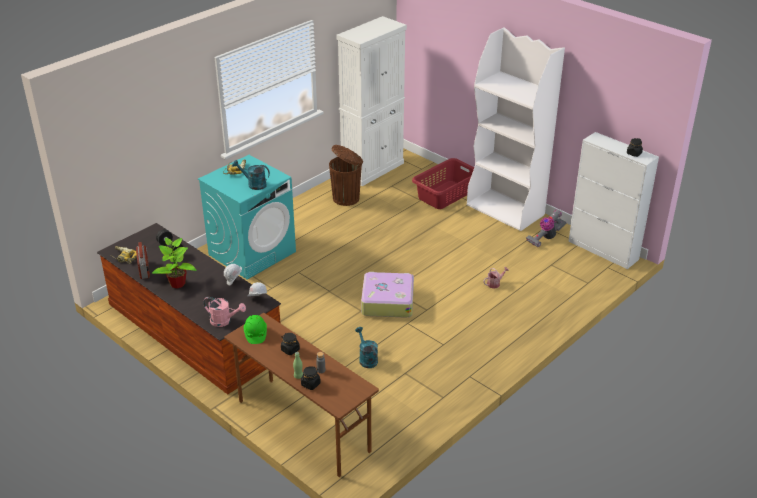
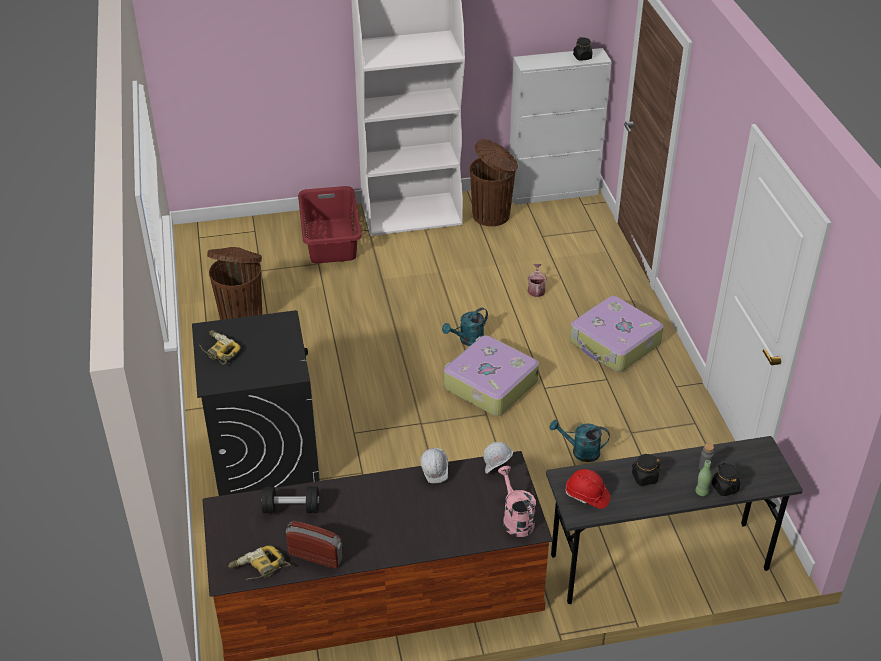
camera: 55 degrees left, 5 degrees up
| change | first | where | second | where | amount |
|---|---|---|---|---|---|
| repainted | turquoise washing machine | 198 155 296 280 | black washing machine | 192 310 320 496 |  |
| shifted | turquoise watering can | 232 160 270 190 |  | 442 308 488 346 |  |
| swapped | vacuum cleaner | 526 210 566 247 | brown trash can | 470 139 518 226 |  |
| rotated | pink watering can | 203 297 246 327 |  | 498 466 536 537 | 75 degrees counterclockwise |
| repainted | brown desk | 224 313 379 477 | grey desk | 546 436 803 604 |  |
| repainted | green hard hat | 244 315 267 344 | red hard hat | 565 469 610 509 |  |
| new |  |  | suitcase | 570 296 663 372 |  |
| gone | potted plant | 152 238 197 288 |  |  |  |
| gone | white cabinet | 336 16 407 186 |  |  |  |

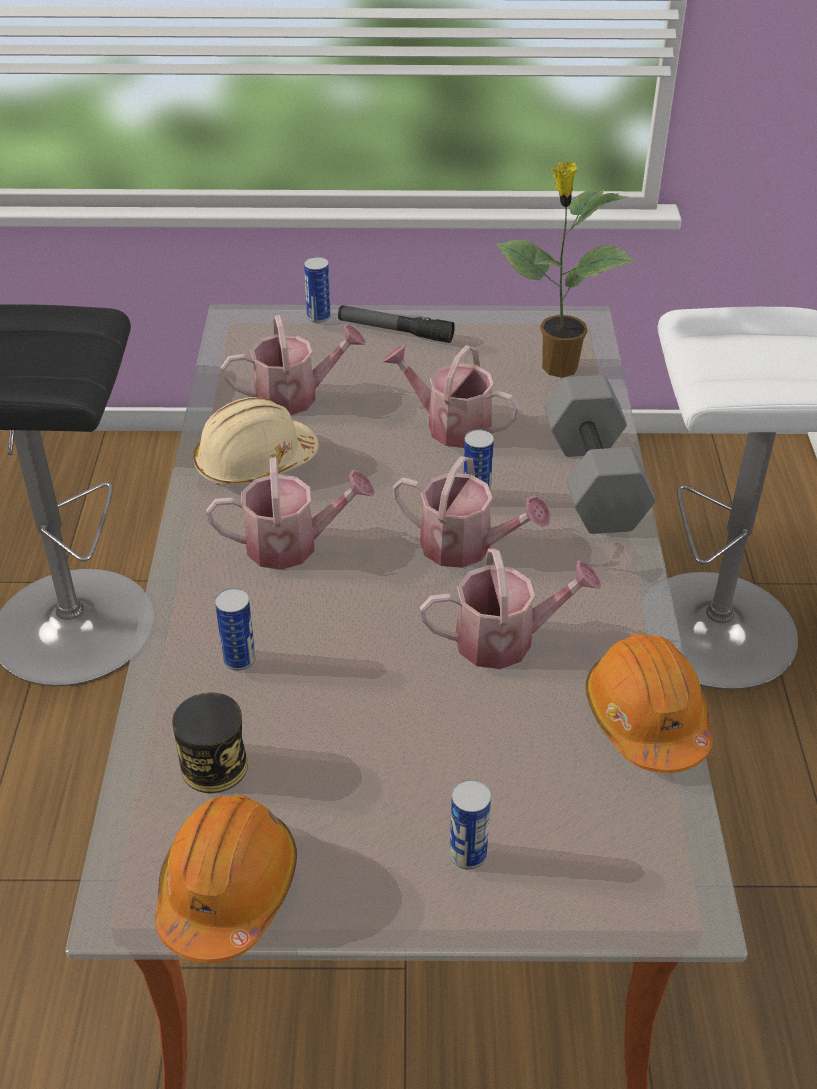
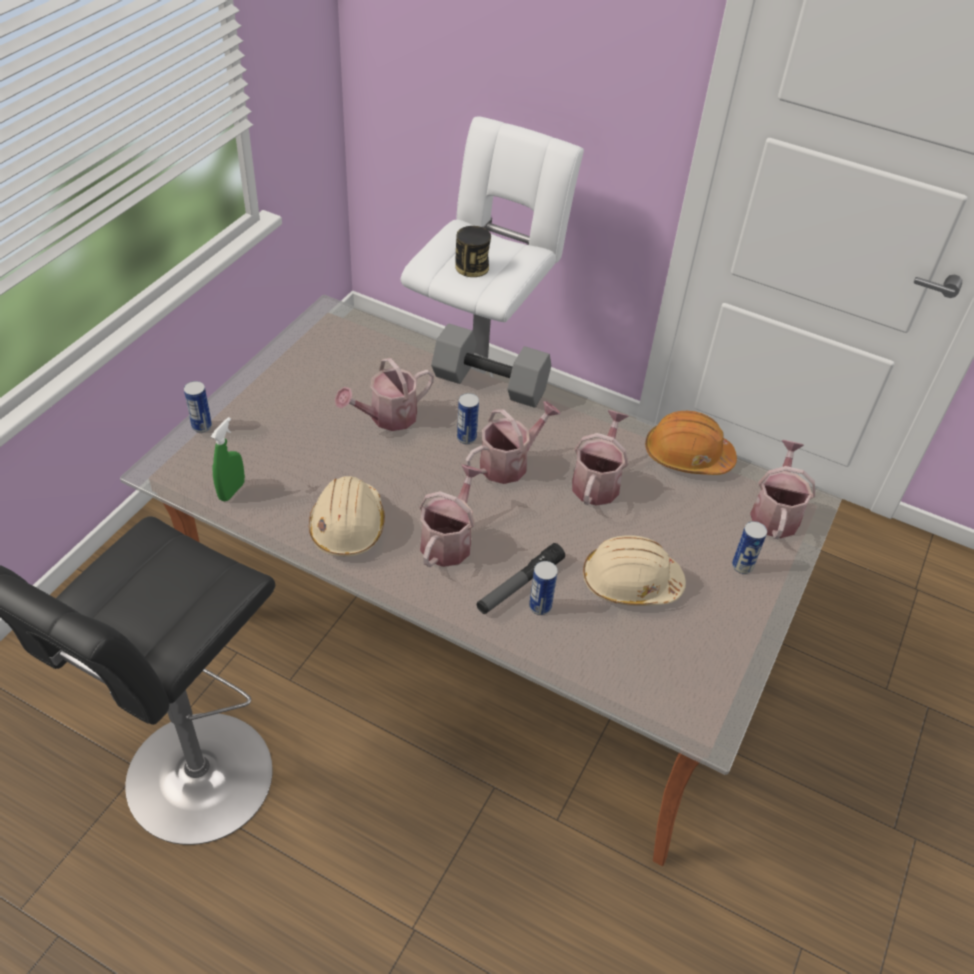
camera: 65 degrees left, 5 degrees up
| change | first | where | second | where | amount |
|---|---|---|---|---|---|
| new |  |  | green spray bottle | 211 417 245 501 |  |
| shifted | can | 172 692 248 793 |  | 455 226 491 277 |  |
| shifted | flashlight | 338 305 455 343 |  | 477 543 565 614 |  |
| new |  |  | beige hard hat | 583 535 686 606 |  |
| shifted | watering can | 221 315 366 415 |  | 750 440 815 539 |  |
| gone | orange hard hat | 155 795 297 963 |  |  |  |
| gone | potted plant | 496 161 636 378 |  |  |  |

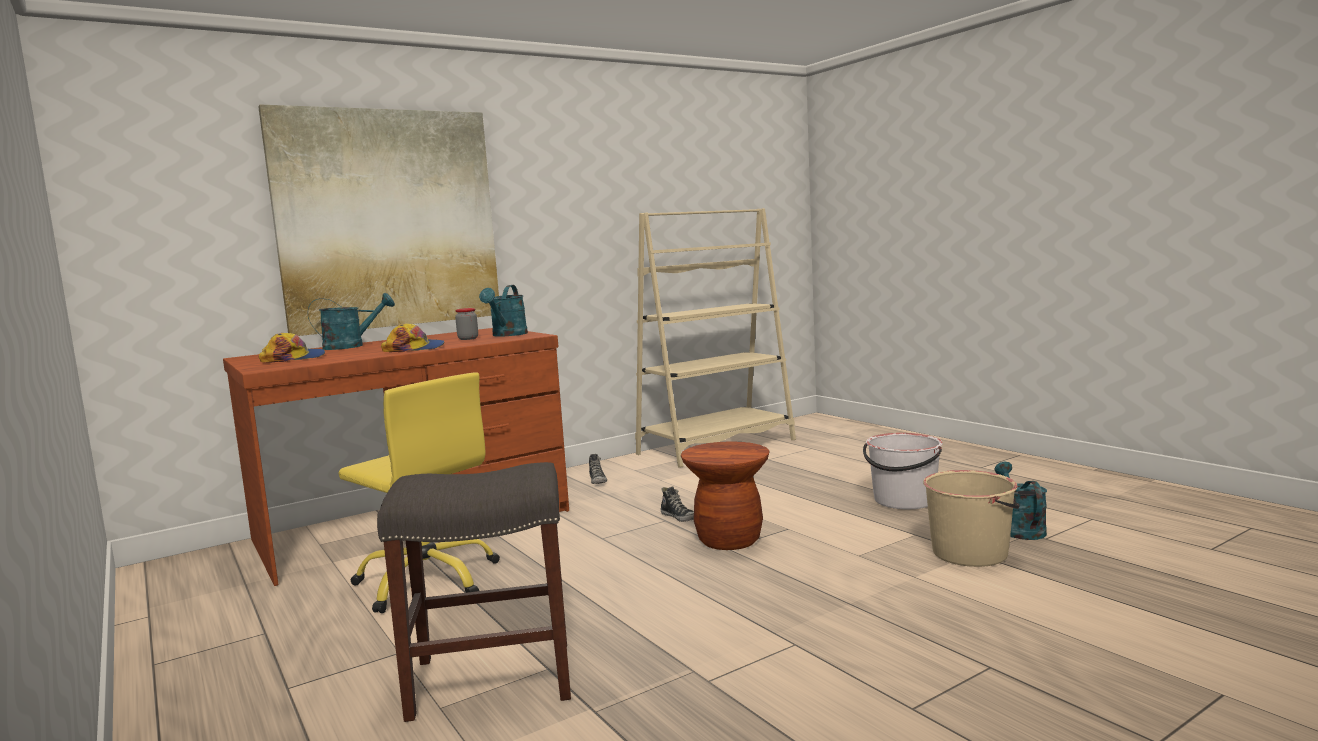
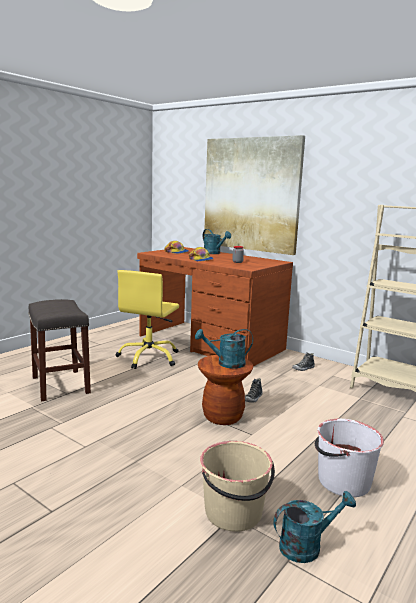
camera: 70 degrees right, 5 degrees up
| change | first | where | second | where | amount |
|---|---|---|---|---|---|
| shifted | turquoise watering can | 479 285 528 337 |  | 195 329 253 368 |  |

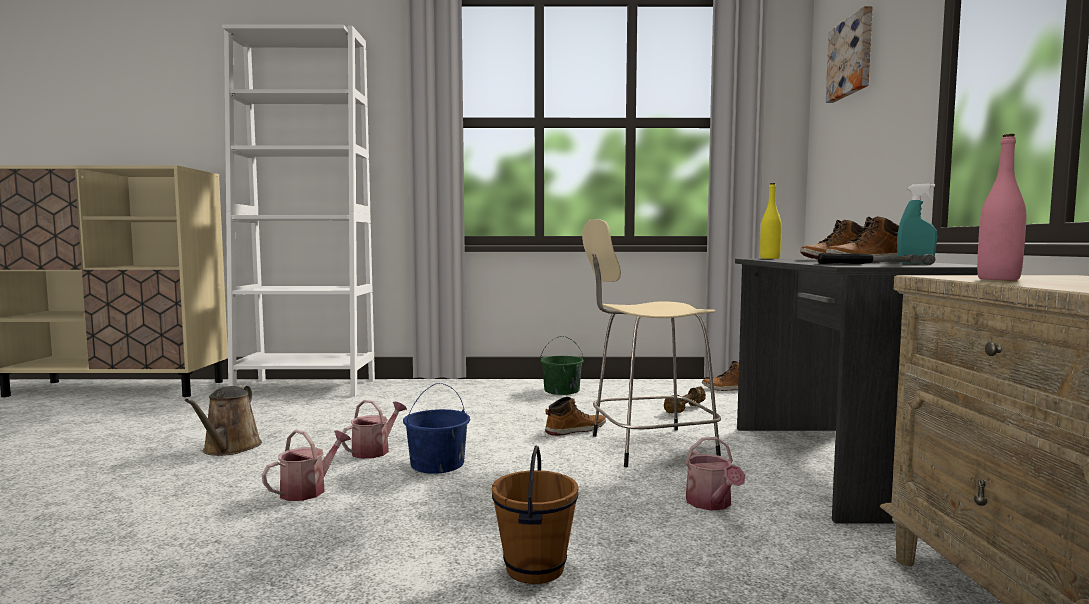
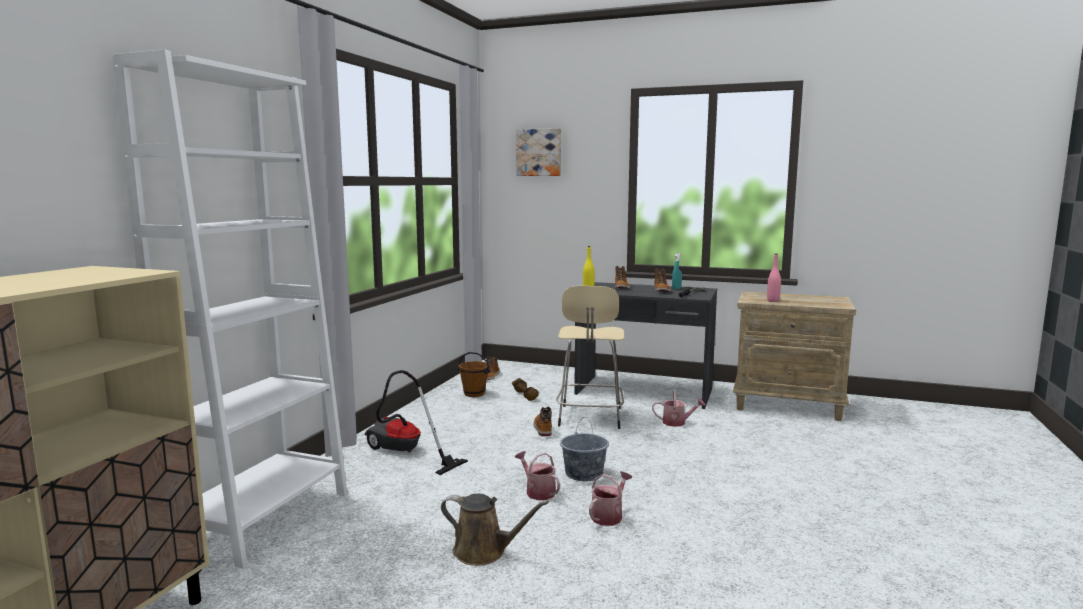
camera: 70 degrees left, 5 degrees up
| change | first | where | second | where | amount |
|---|---|---|---|---|---|
| new |  |  | vacuum cleaner | 365 370 468 475 |  |
| shifted | brown bucket | 492 446 579 584 |  | 458 352 490 397 |  |
| repainted | blue bucket | 403 383 470 474 | grey bucket | 560 417 609 481 |  |
| rotated | watering can | 262 430 351 501 |  | 589 471 632 526 | 75 degrees clockwise |
| gone | green bucket | 540 336 584 395 |  |  |  |

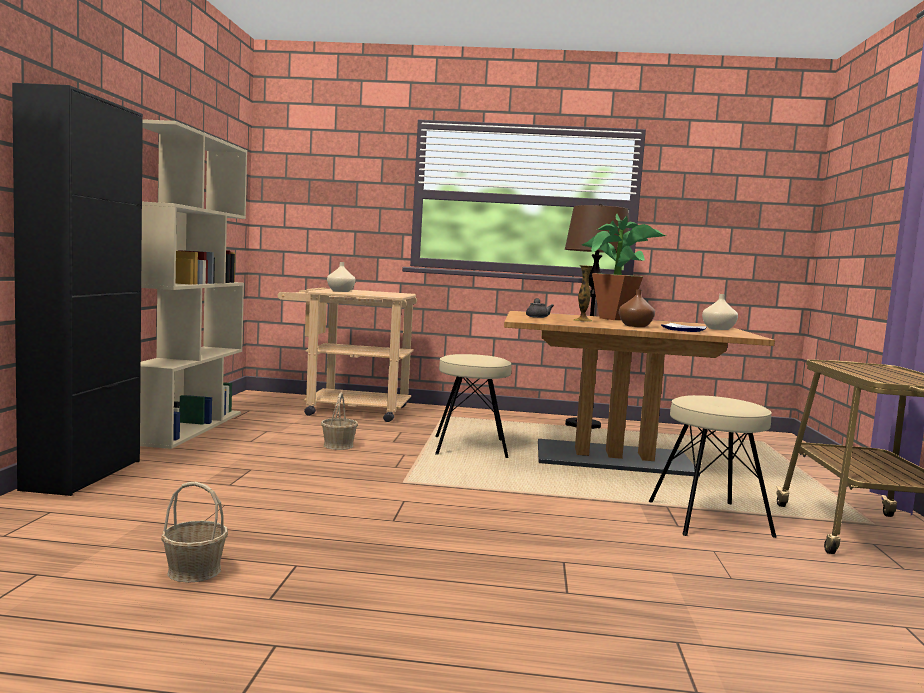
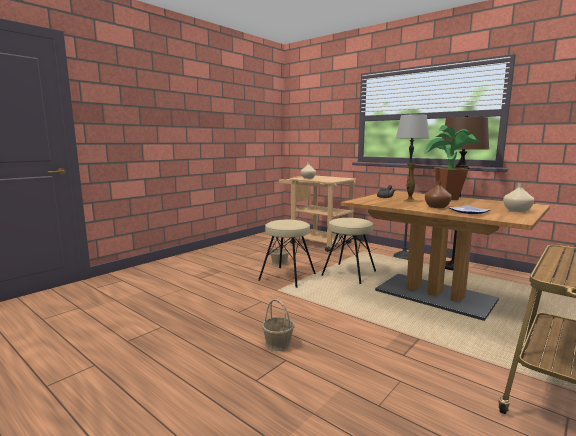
camera: 35 degrees right, 5 degrees up
| change | first | where | second | where | amount |
|---|---|---|---|---|---|
| shifted | beige stool | 649 395 777 538 |  | 258 220 316 288 |  |
| shifted | basket | 161 482 228 583 |  | 262 299 295 351 |  |
| new |  |  | floor lamp | 393 114 429 260 |  |
| gone | black cabinet | 12 83 143 496 |  |  |  |
| gone | beige bookcase | 140 119 247 449 |  |  |  |

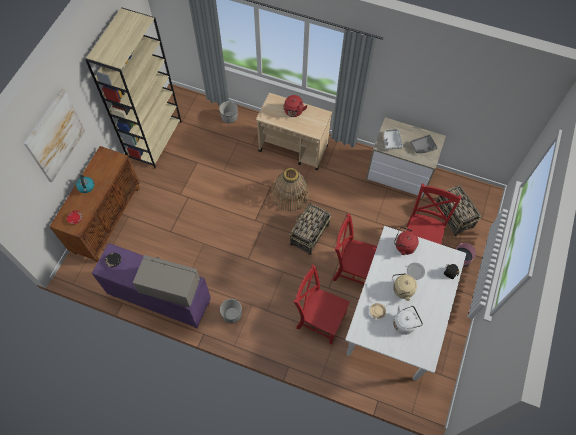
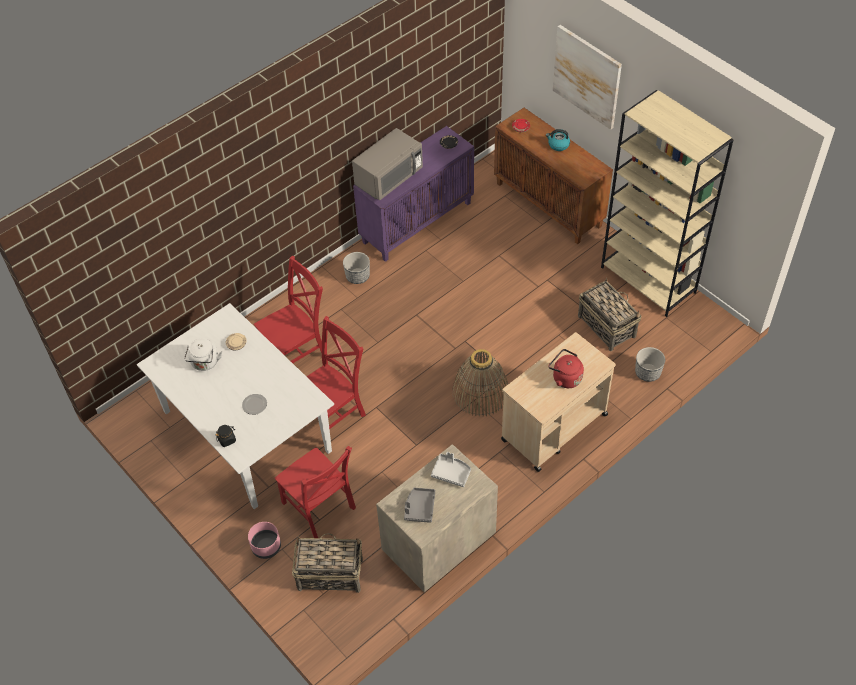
camera: 120 degrees right, 10 degrees down
| change | first | where | second | where | amount |
|---|---|---|---|---|---|
| shifted | basket | 289 202 331 255 |  | 578 278 642 351 |  |
| gone | beige kettle | 393 273 417 301 |  |  |  |
| gone | red kettle | 394 227 419 255 |  |  |  |

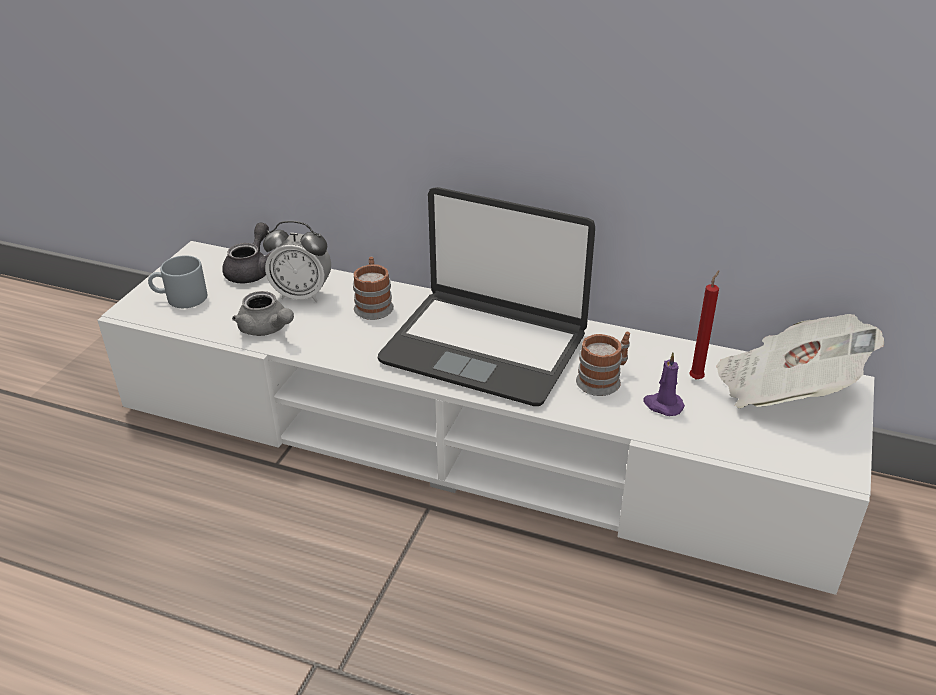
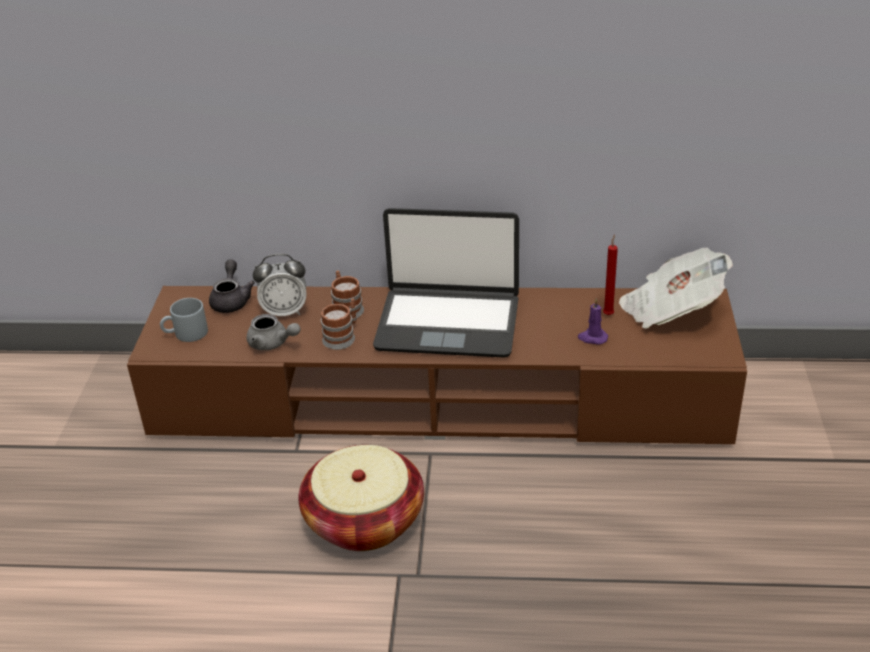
camera: 15 degrees left, 0 degrees up
| change | first | where | second | where | amount |
|---|---|---|---|---|---|
| repainted | white tv stand | 97 241 874 595 | brown tv stand | 127 286 747 444 |  |
| new |  |  | basket | 298 445 424 551 |  |
| shifted | mug | 576 332 630 396 |  | 321 299 357 350 |  |

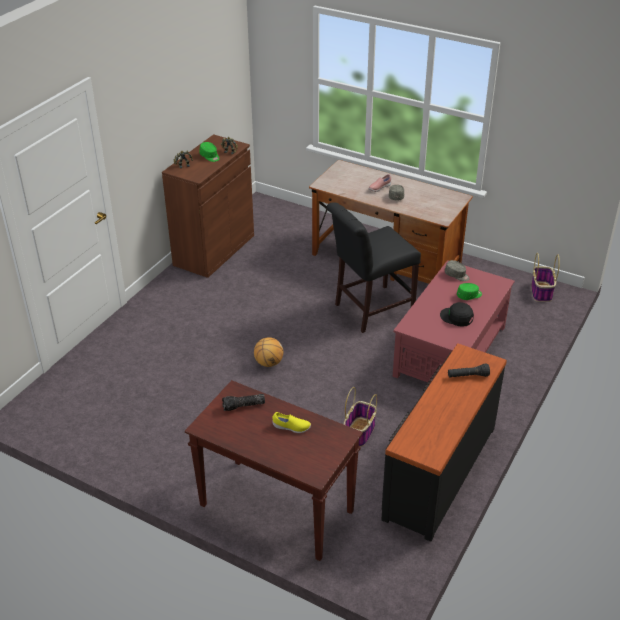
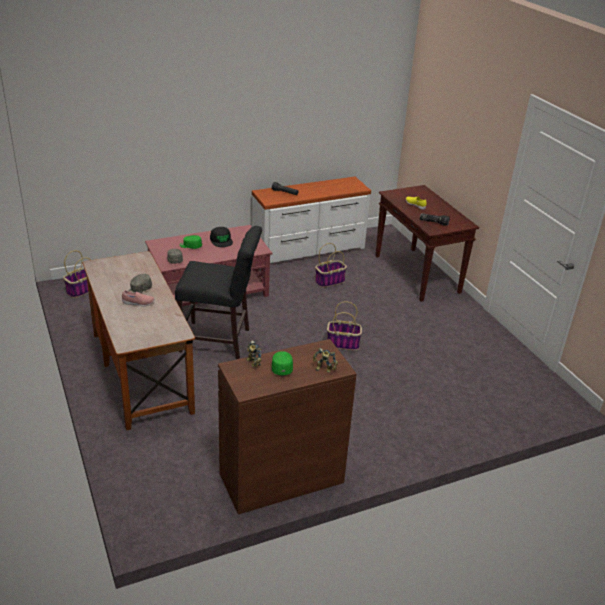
camera: 145 degrees left, 5 degrees down
| change | first | where | second | where | amount |
|---|---|---|---|---|---|
| repainted | black dresser | 381 343 507 542 | white dresser | 252 177 371 263 |  |
| swapped | basketball | 254 337 283 367 | basket | 327 301 362 350 |  |

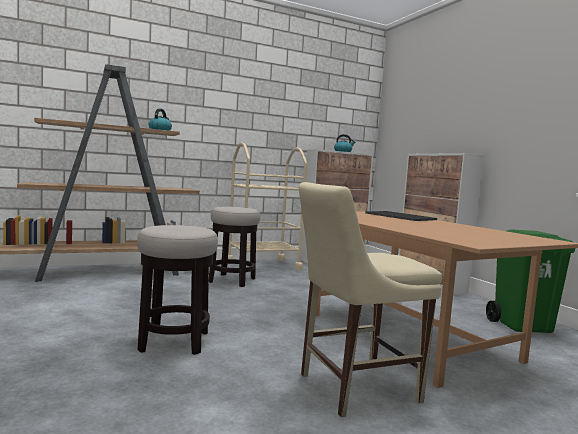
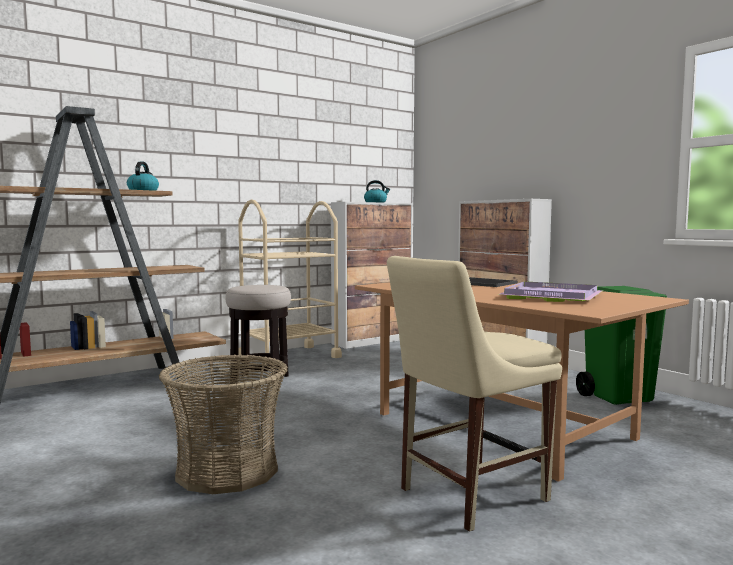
camera: 10 degrees left, 0 degrees up
| change | first | where | second | where | amount |
|---|---|---|---|---|---|
| swapped | stool | 137 225 218 355 | basket | 159 354 288 494 |  |
| new |  |  | purple tray | 497 281 602 302 |  |

